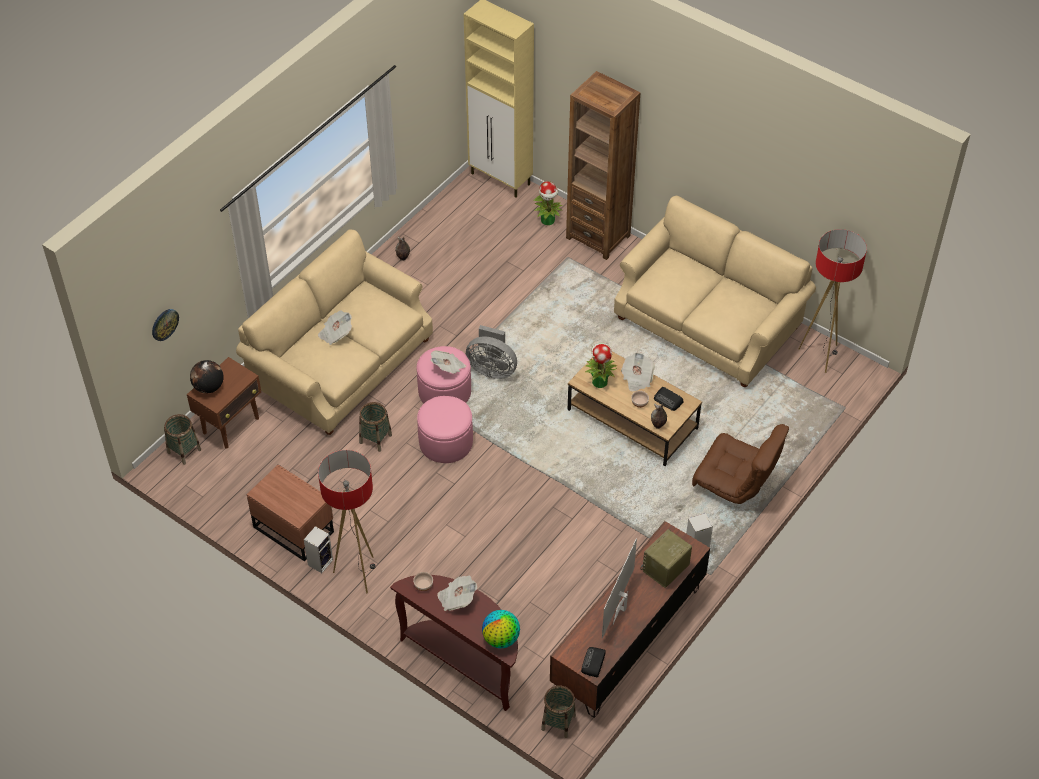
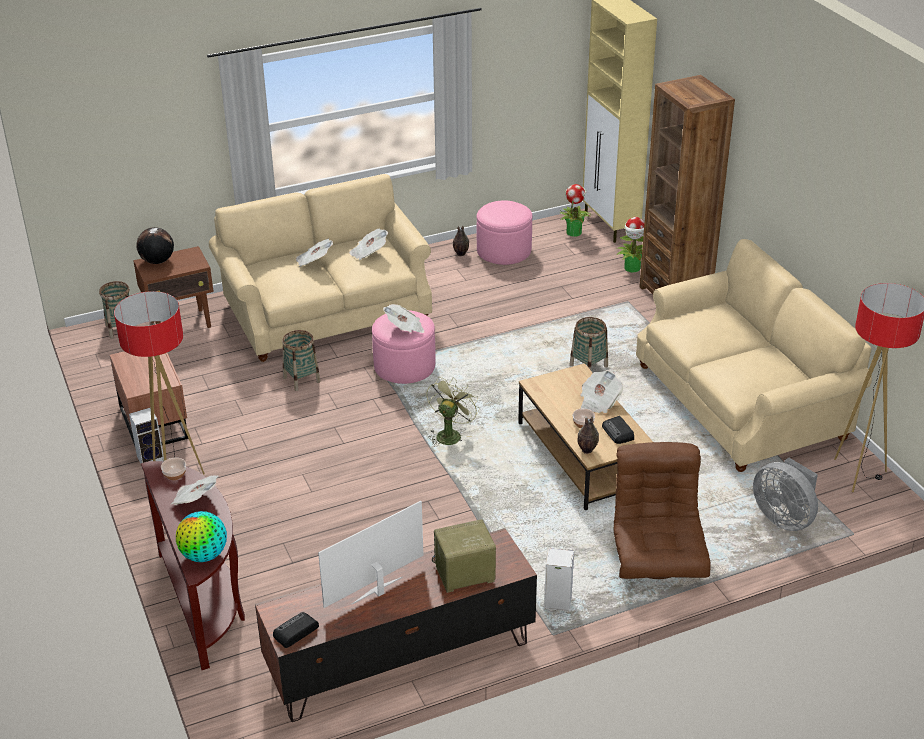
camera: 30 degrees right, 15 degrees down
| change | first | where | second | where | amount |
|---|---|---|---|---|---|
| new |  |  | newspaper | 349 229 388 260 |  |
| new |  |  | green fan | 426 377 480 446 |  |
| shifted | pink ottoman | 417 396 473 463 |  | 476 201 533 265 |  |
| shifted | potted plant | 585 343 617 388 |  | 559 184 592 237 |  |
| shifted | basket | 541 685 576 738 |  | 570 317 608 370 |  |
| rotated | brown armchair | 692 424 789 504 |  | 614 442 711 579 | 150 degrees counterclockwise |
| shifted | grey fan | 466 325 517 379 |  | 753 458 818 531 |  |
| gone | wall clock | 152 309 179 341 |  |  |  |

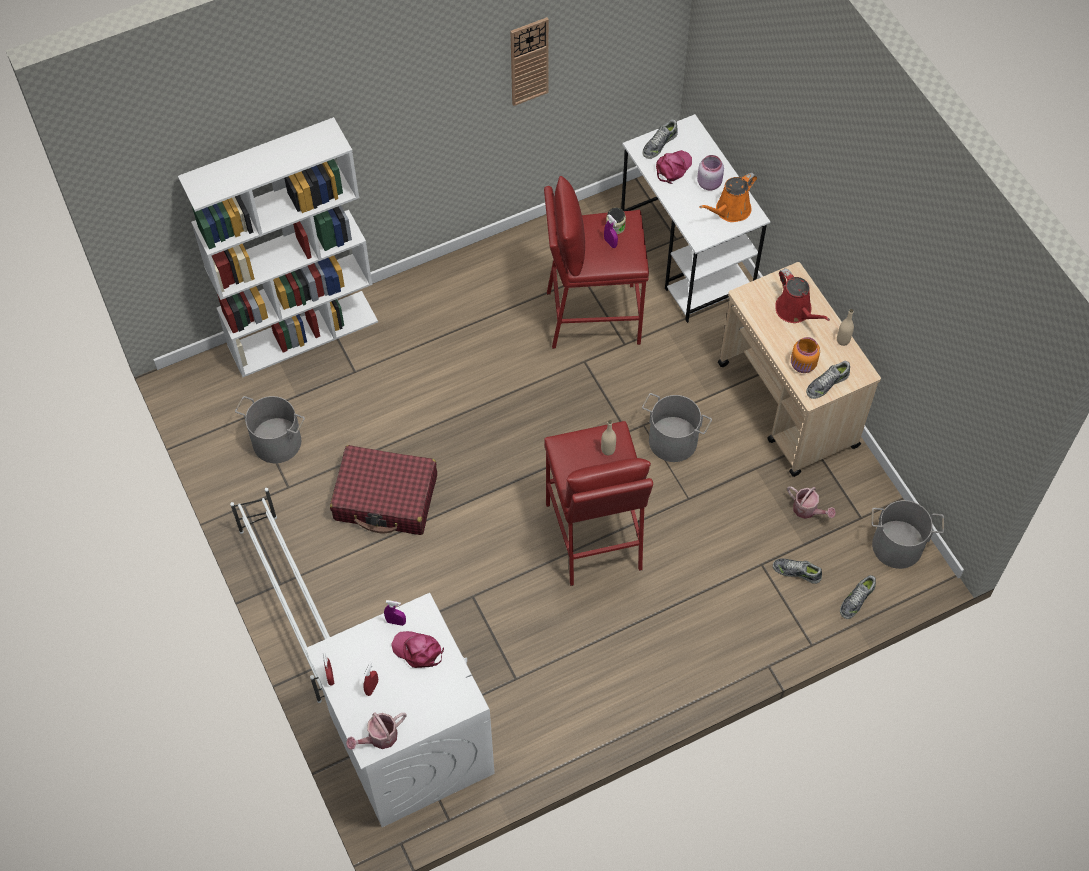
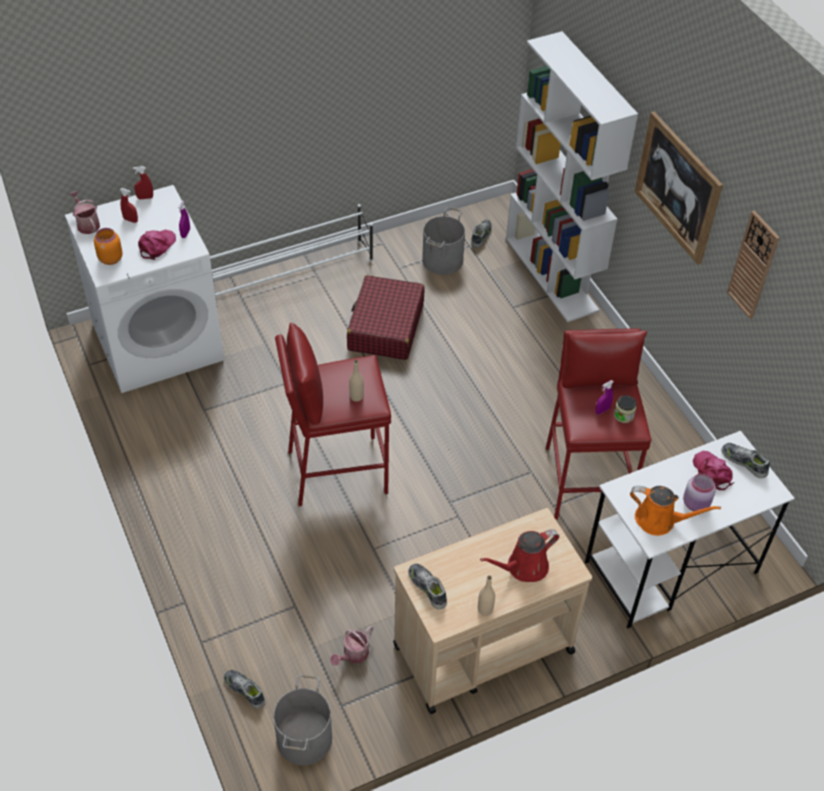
camera: 90 degrees right, 10 degrees down
| change | first | where | second | where | amount |
|---|---|---|---|---|---|
| shifted | orange jar | 791 337 820 373 |  | 94 228 123 265 |  |
| shifted | shoe | 773 558 822 584 |  | 471 219 492 248 |  |
| rotated | orange watering can | 699 173 757 222 |  | 630 486 721 536 | 150 degrees clockwise |
| new |  |  | picture | 634 112 723 265 |  |
| rotated | pink cap | 656 150 692 184 |  | 693 451 734 490 | 150 degrees counterclockwise |
| gone | grey bucket | 642 393 712 462 |  |  |  |

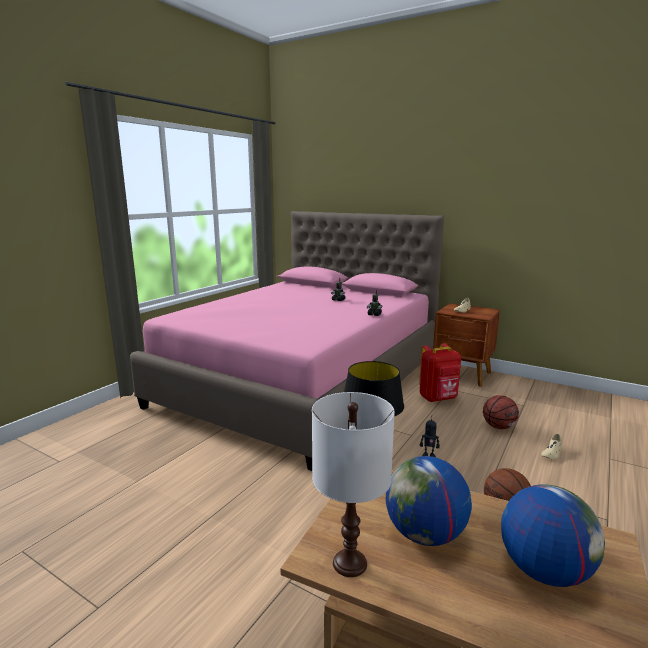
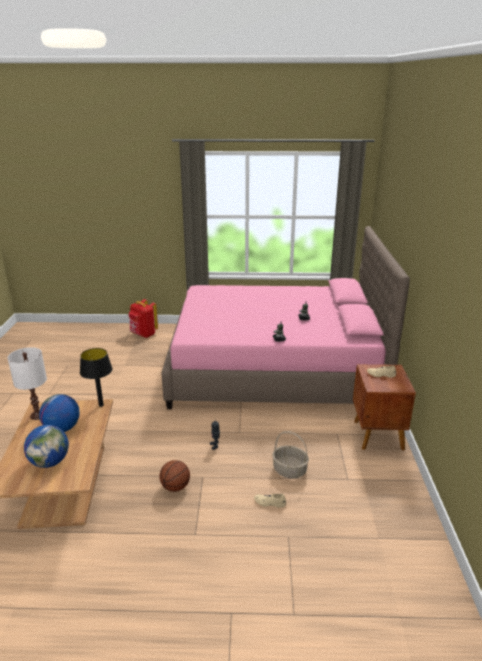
camera: 60 degrees right, 10 degrees up
| change | first | where | second | where | amount |
|---|---|---|---|---|---|
| shifted | red backpack | 419 343 461 402 |  | 129 299 158 338 |  |
| swapped | basketball | 483 395 519 429 | basket | 272 431 309 478 |  |

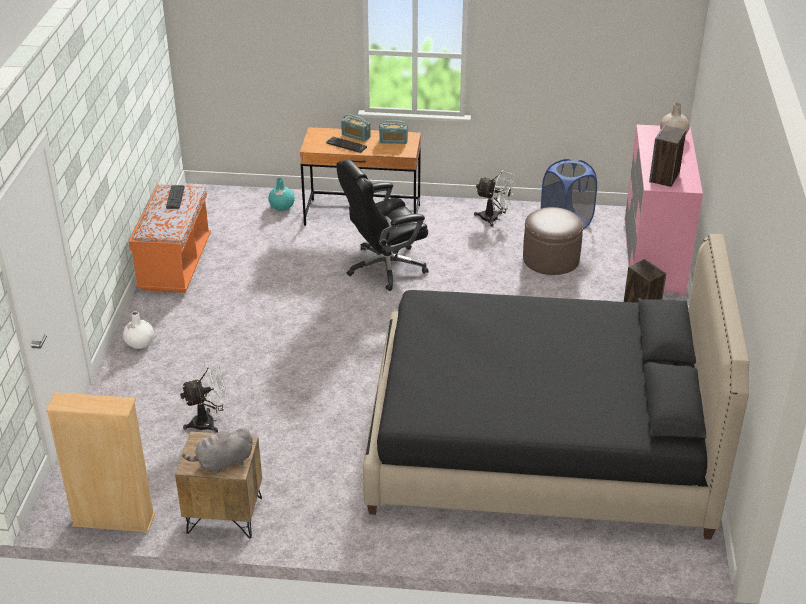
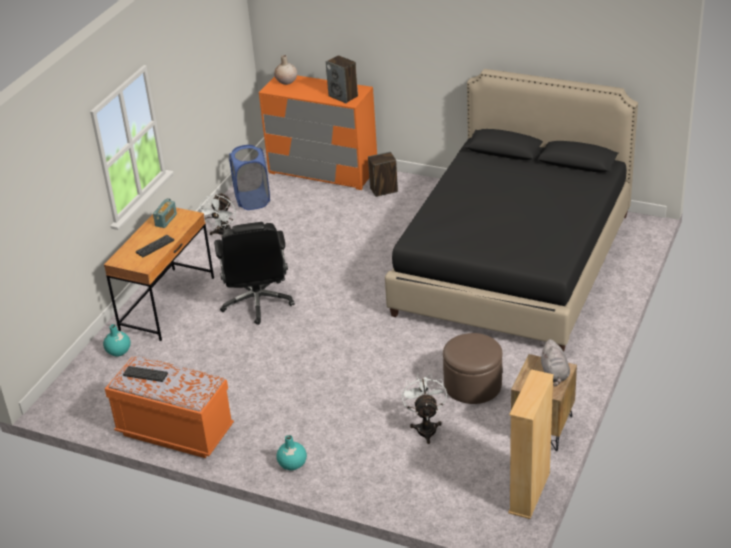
camera: 70 degrees left, 0 degrees up
| change | first | where | second | where | amount |
|---|---|---|---|---|---|
| rotated | white fan | 474 170 515 227 |  | 200 193 236 237 | 150 degrees clockwise |
| repainted | pink dresser | 625 125 703 296 | orange dresser | 259 75 377 190 |  |
| repainted | white vase | 123 311 154 349 | turquoise vase | 276 435 307 470 |  |
| shifted | brown ottoman | 523 207 584 275 |  | 443 333 502 404 |  |
| gone | radio | 341 114 371 142 |  |  |  |

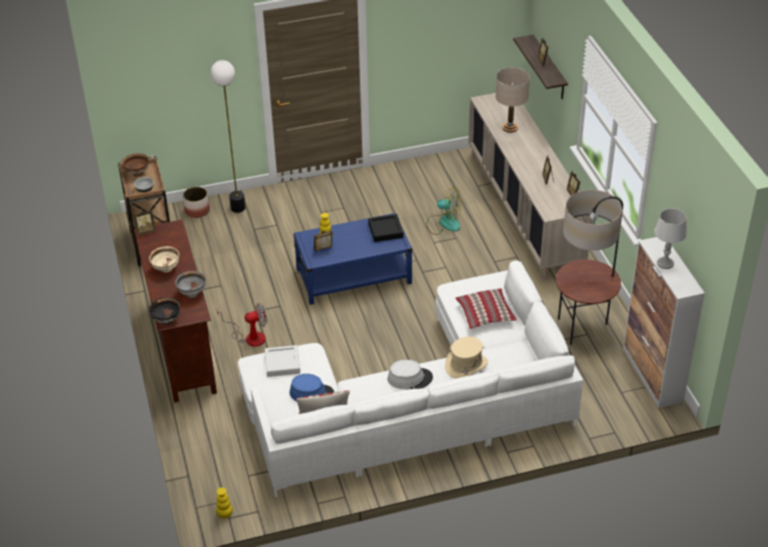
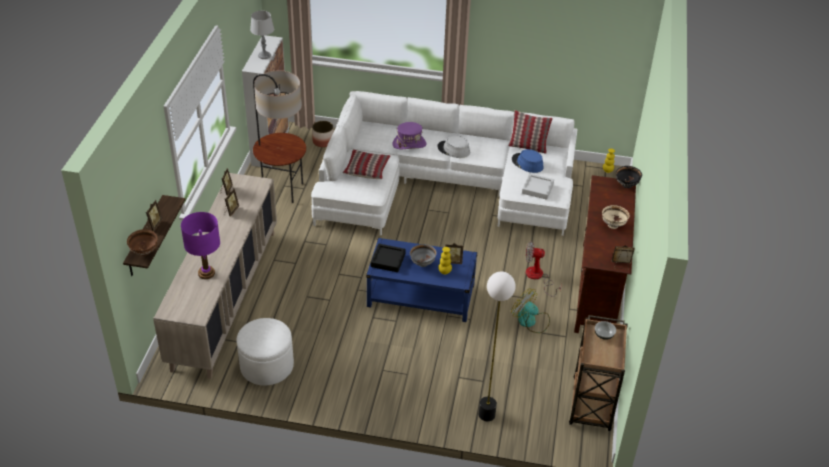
camera: 155 degrees left, 0 degrees up
| change | first | where | second | where | amount |
|---|---|---|---|---|---|
| shifted | brown bowl | 122 153 149 177 |  | 127 229 158 256 |  |
| repainted | beige table lamp | 496 67 530 133 | purple table lamp | 181 212 220 279 |  |
| new |  |  | white ottoman | 236 318 294 385 |  |
| shifted | planter | 183 187 210 218 |  | 312 121 334 147 |  |
| repainted | beige hat | 445 337 488 378 | purple hat | 392 122 426 149 |  |
| shifted | grey bowl | 175 271 206 298 |  | 410 244 437 267 |  |
| shifted | fan | 426 187 461 235 |  | 511 288 550 333 |  |

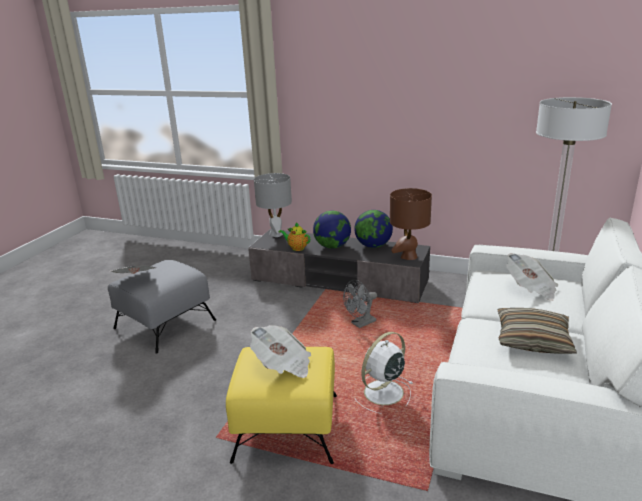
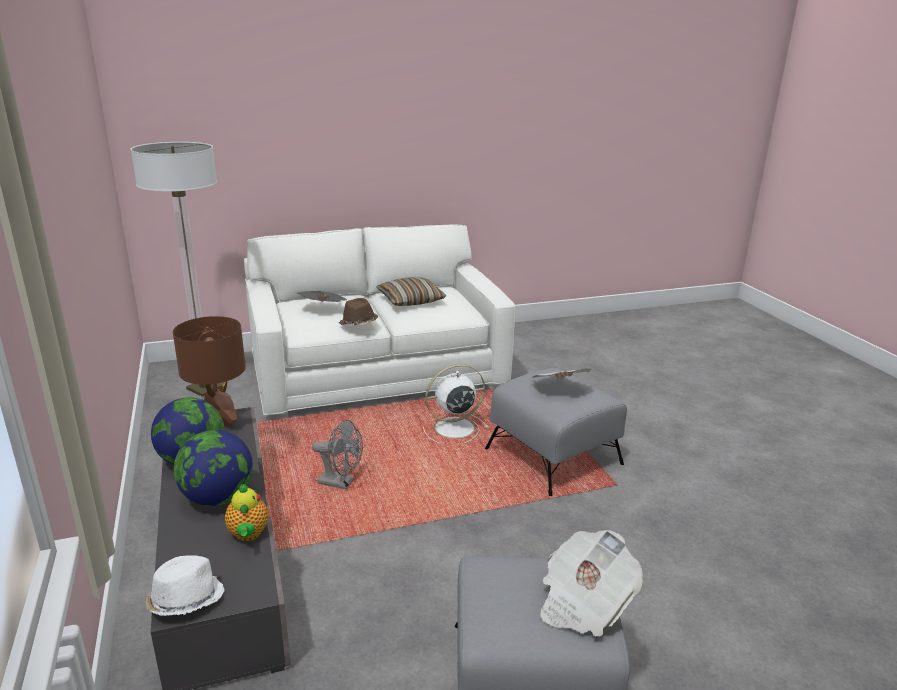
camera: 130 degrees left, 0 degrees up
| change | first | where | second | where | amount |
|---|---|---|---|---|---|
| swapped | grey table lamp | 254 173 292 237 | white hat | 146 555 225 616 |  |
| new |  |  | brown hat | 339 298 378 325 |  |
| rotated | white fan | 355 332 412 414 |  | 423 364 489 444 | 150 degrees clockwise |
| repainted | yellow ottoman | 226 347 337 464 | grey ottoman | 485 368 627 496 |  |

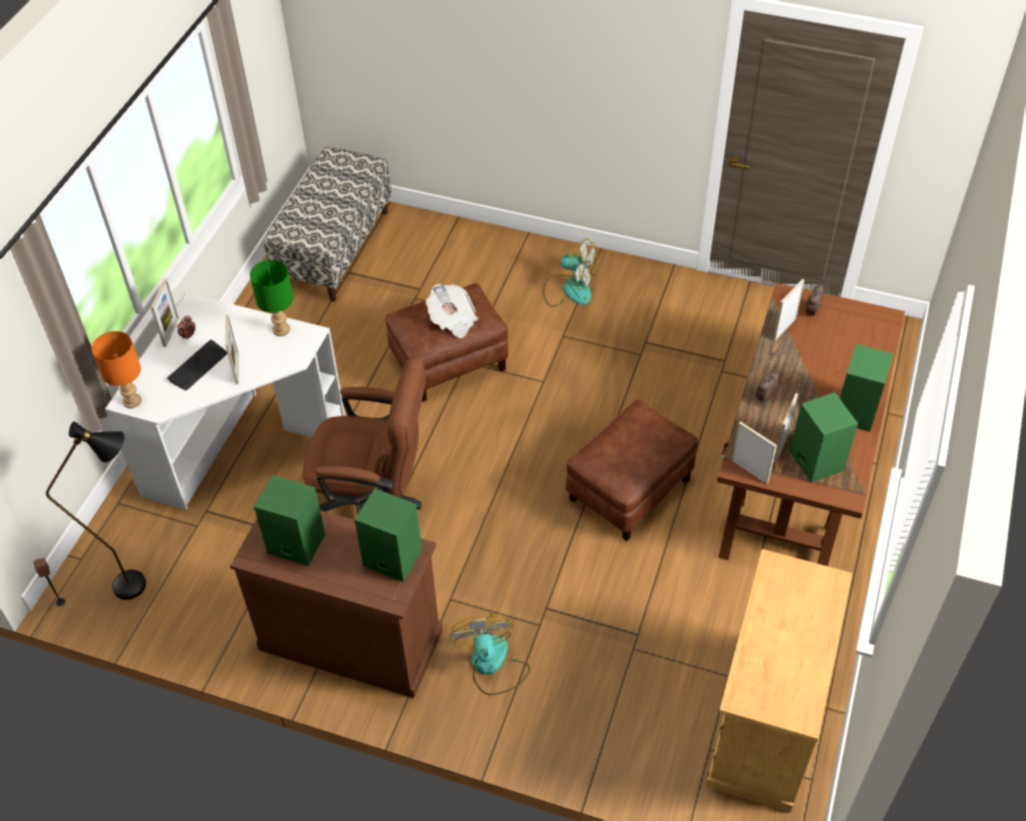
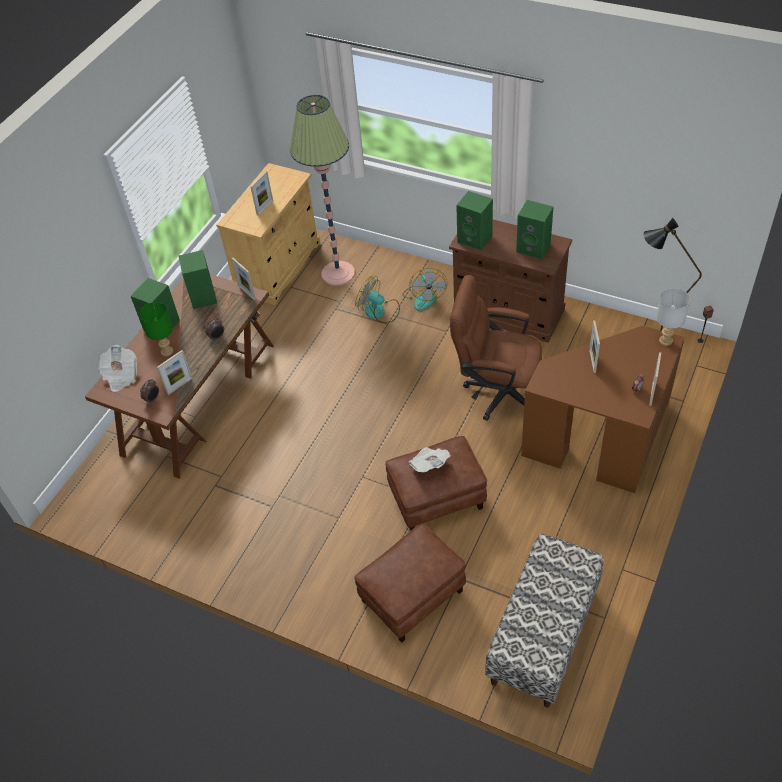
camera: 170 degrees left, 0 degrees up
| change | first | where | second | where | amount |
|---|---|---|---|---|---|
| new |  |  | newspaper | 98 345 137 392 |  |
| shifted | green table lamp | 250 260 293 336 |  | 139 302 173 356 |  |
| shifted | picture frame | 774 393 798 463 |  | 250 171 273 216 |  |
| new |  |  | floor lamp | 290 95 355 286 |  |
| shifted | brown ottoman | 566 399 698 541 |  | 354 524 466 642 |  |
| shifted | fan | 543 238 598 307 |  | 355 276 400 323 |  |
| repainted | white desk | 105 293 345 510 | brown desk | 521 326 685 493 |  |
| repainted | orange table lamp | 91 331 142 408 | grey table lamp | 656 288 690 346 |  |
| gone | keyboard | 167 340 227 391 |  |  |  |

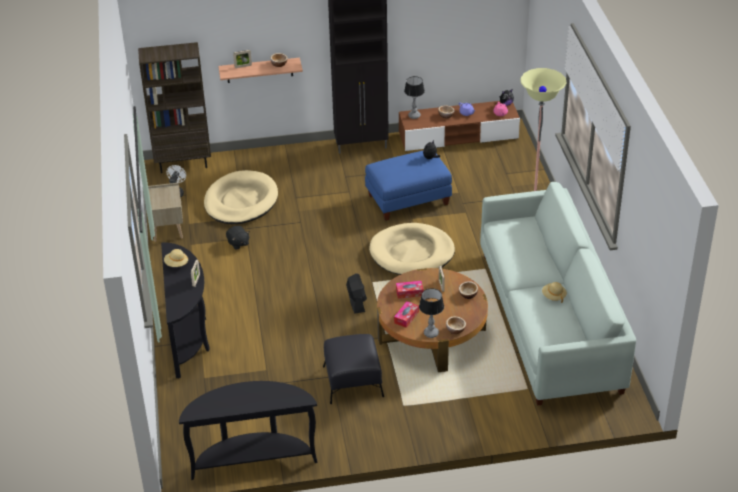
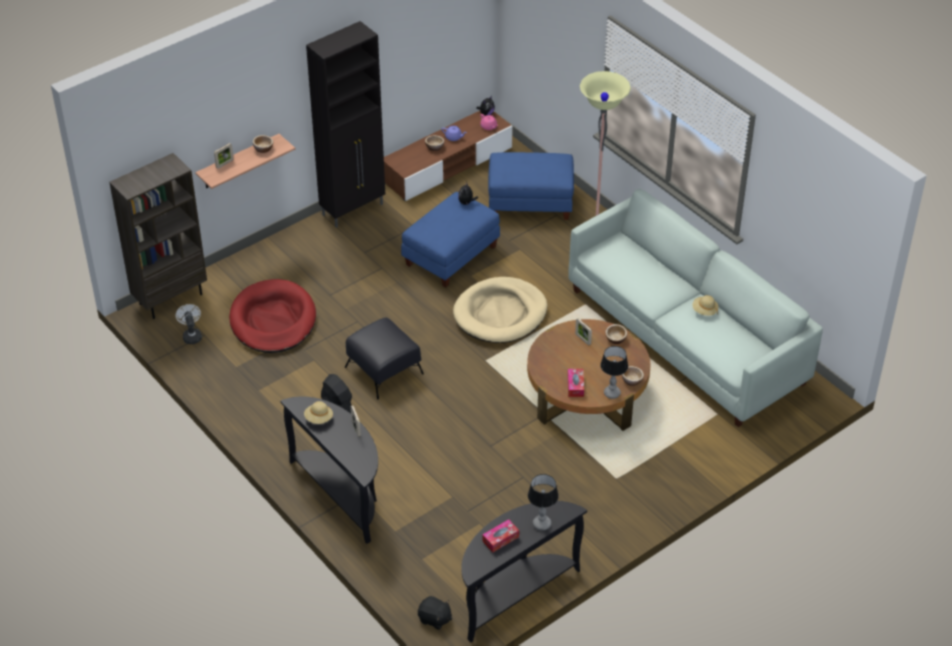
camera: 30 degrees left, 5 degrees up
| change | first | where | second | where | amount |
|---|---|---|---|---|---|
| repainted | beige dog bed | 204 170 278 224 | red dog bed | 229 279 316 353 |  |
| shifted | black fan | 346 273 367 314 |  | 321 374 352 413 |  |
| shifted | black ottoman | 323 334 384 404 |  | 345 317 424 399 |  |
| shifted | black plush toy | 226 226 250 250 |  | 418 596 452 630 |  |
| shifted | tissue box | 396 281 424 299 |  | 482 519 519 552 |  |
| new |  |  | blue ottoman | 488 152 574 220 |  |
| shifted | table lamp | 404 76 425 119 |  | 528 474 559 531 |  |
| gone | beige nightstand | 148 183 183 242 |  |  |  |

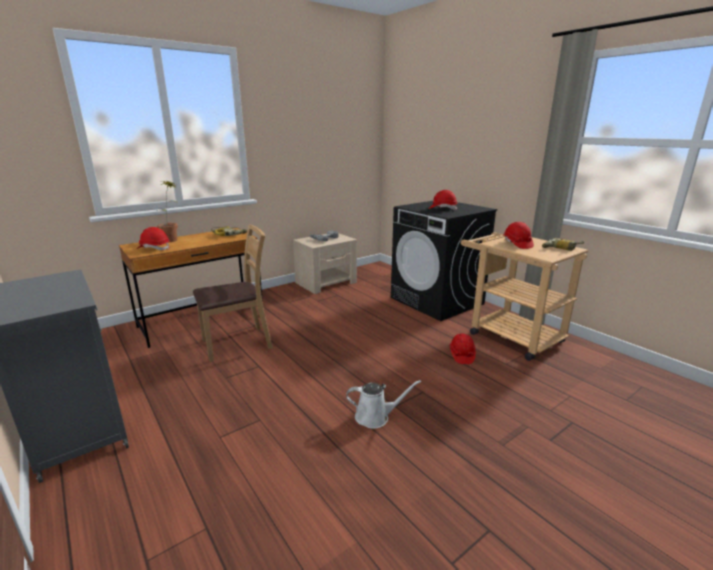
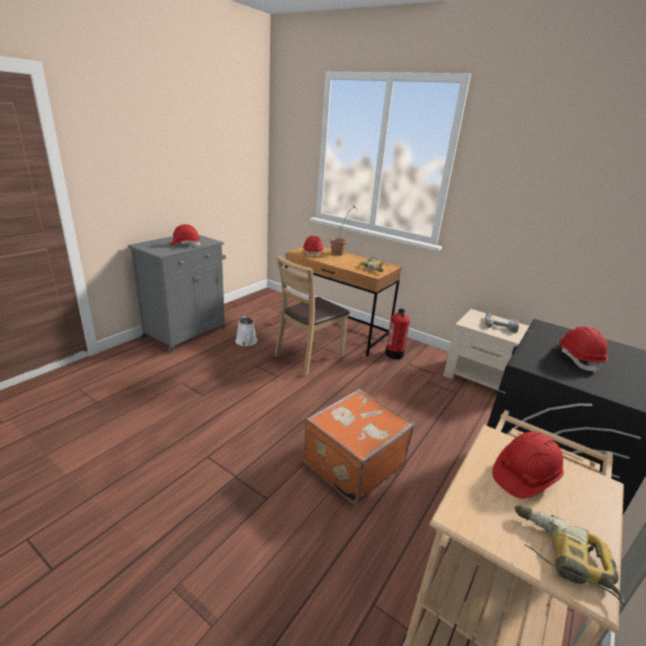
camera: 70 degrees right, 5 degrees up
| change | first | where | second | where | amount |
|---|---|---|---|---|---|
| shifted | red hard hat | 450 334 476 364 |  | 169 224 201 246 |  |
| shifted | white watering can | 346 380 421 429 |  | 236 315 257 346 |  |
| rotated | brown chair | 193 224 273 362 |  | 274 255 350 376 | 90 degrees clockwise |
| new |  |  | orange suitcase | 303 389 415 504 |  |
| new |  |  | fire extinguisher | 385 309 410 359 |  |

